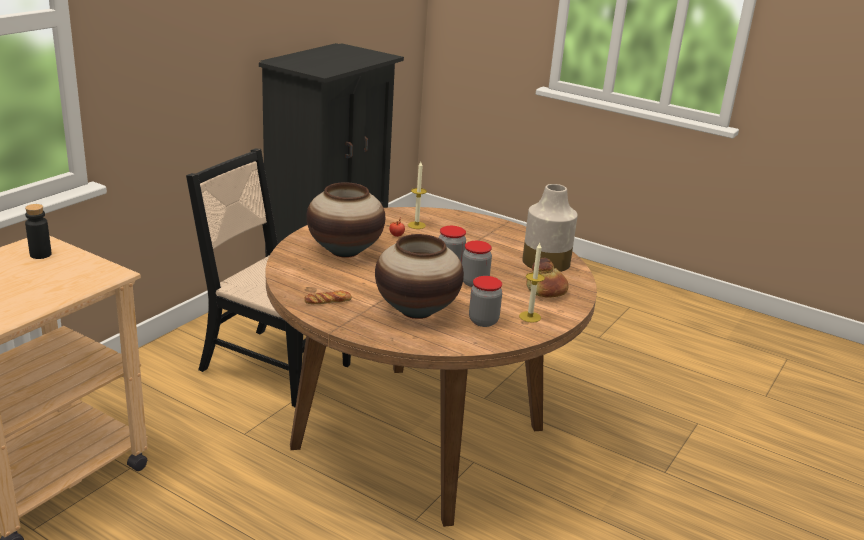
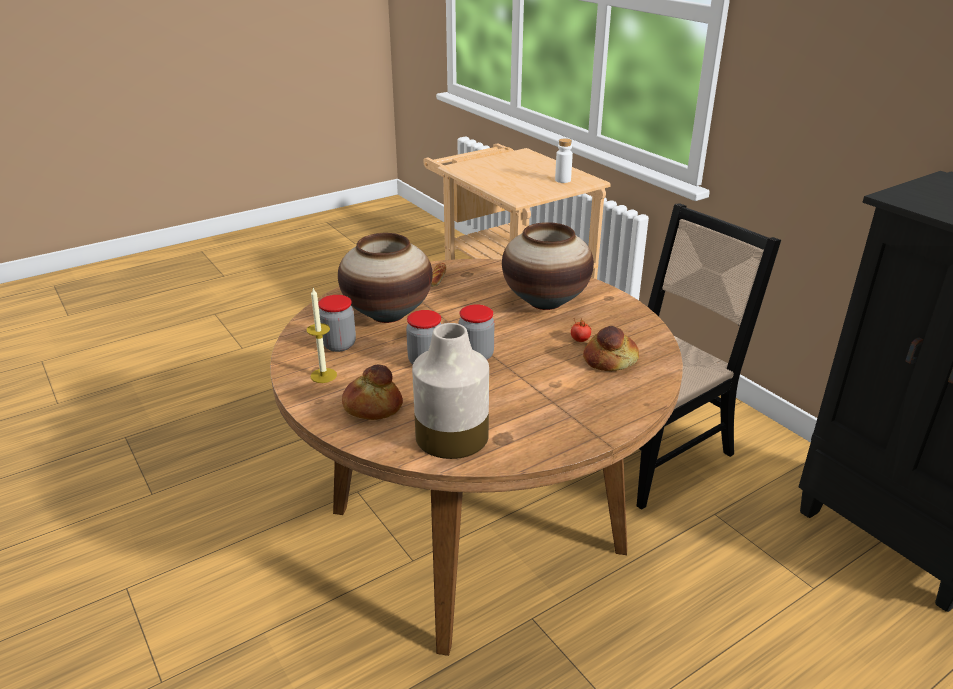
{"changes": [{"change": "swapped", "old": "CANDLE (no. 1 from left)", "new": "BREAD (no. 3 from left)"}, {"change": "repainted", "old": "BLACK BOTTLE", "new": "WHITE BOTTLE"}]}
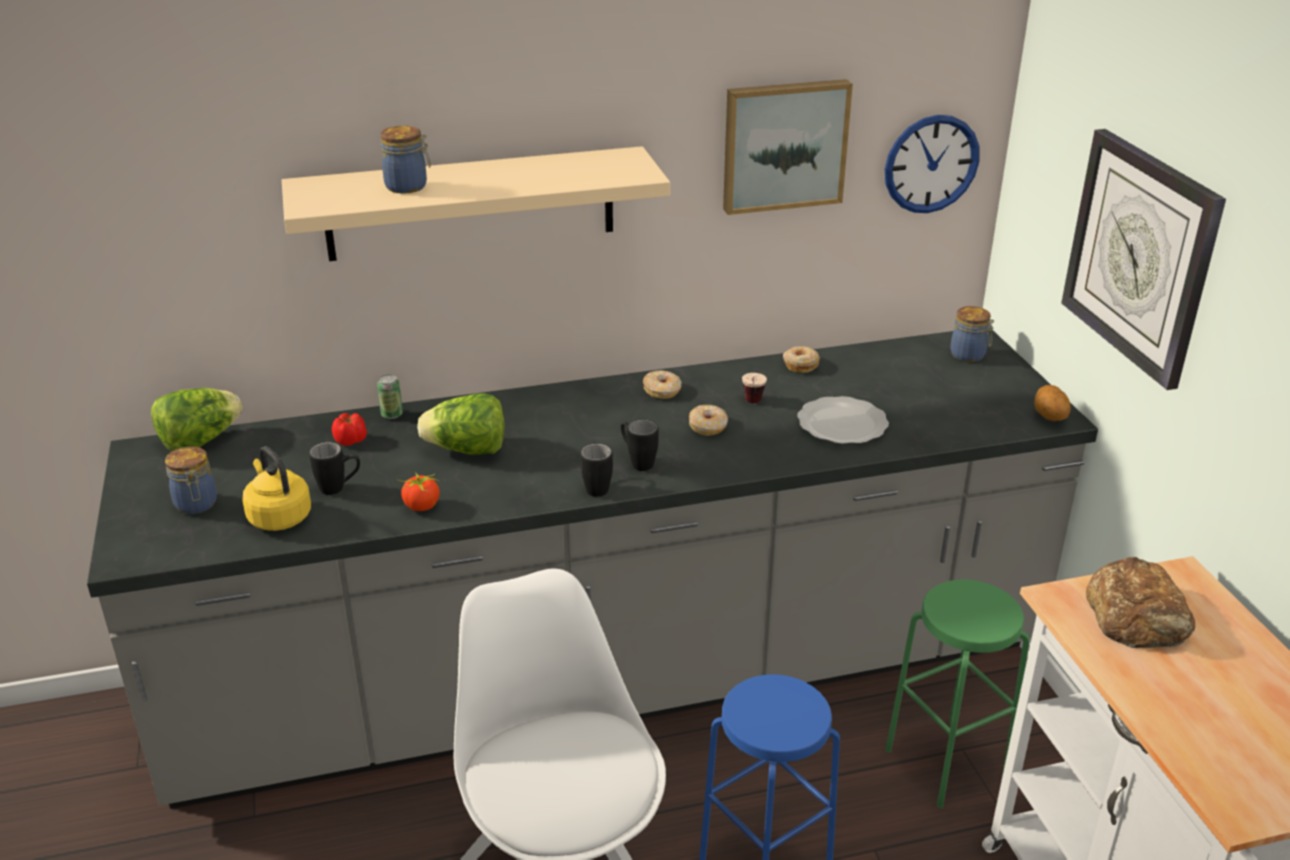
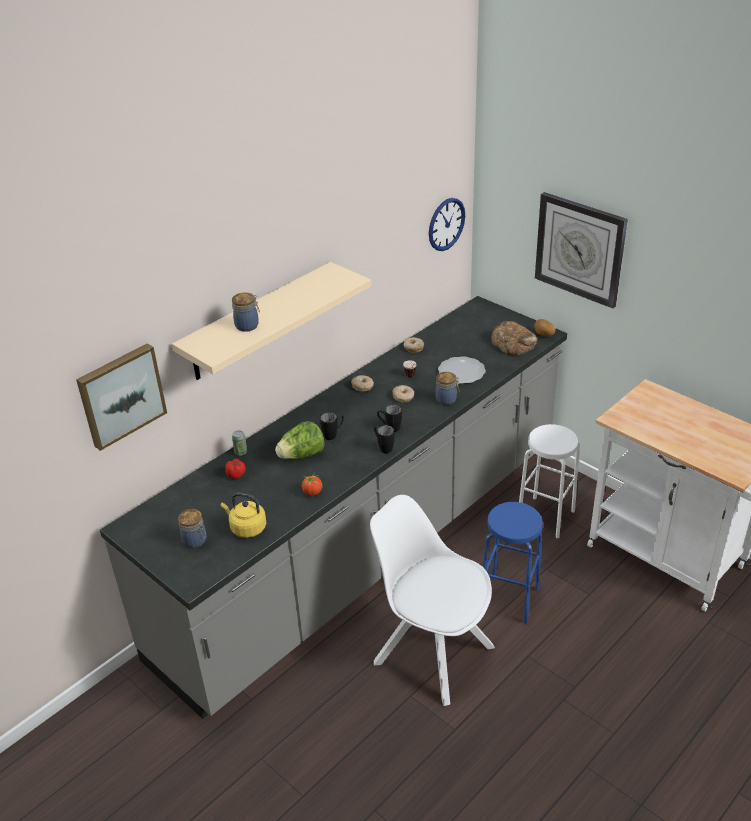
{"changes": [{"change": "gone", "old": "LETTUCE (no. 1 from left)"}, {"change": "shifted", "old": "BLACK MUG (no. 1 from left)"}, {"change": "shifted", "old": "PICTURE"}, {"change": "shifted", "old": "JAR (no. 3 from left)"}, {"change": "shifted", "old": "BREAD"}, {"change": "repainted", "old": "GREEN STOOL", "new": "WHITE STOOL"}]}
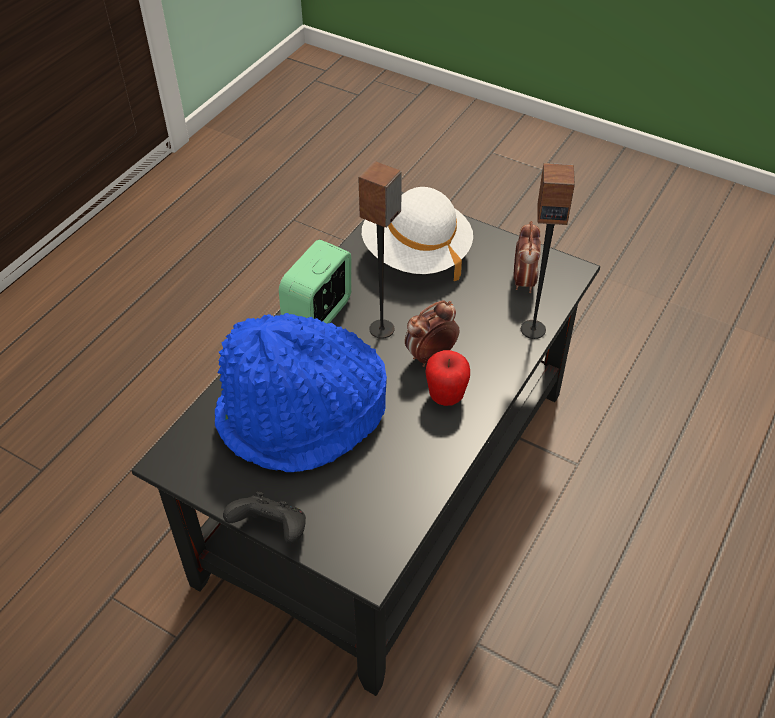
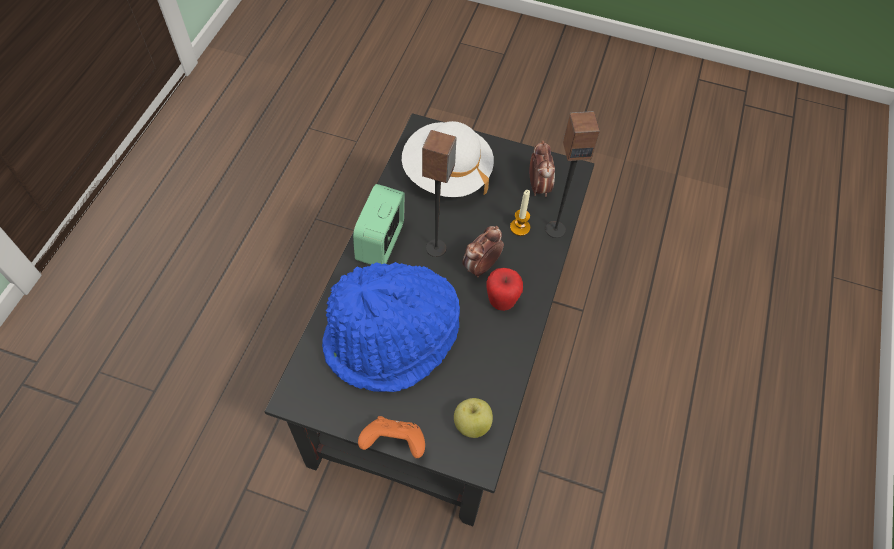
{"changes": [{"change": "new", "new": "APPLE (no. 1 from left)"}, {"change": "new", "new": "CANDLE"}, {"change": "repainted", "old": "BLACK GAME CONTROLLER", "new": "ORANGE GAME CONTROLLER"}]}
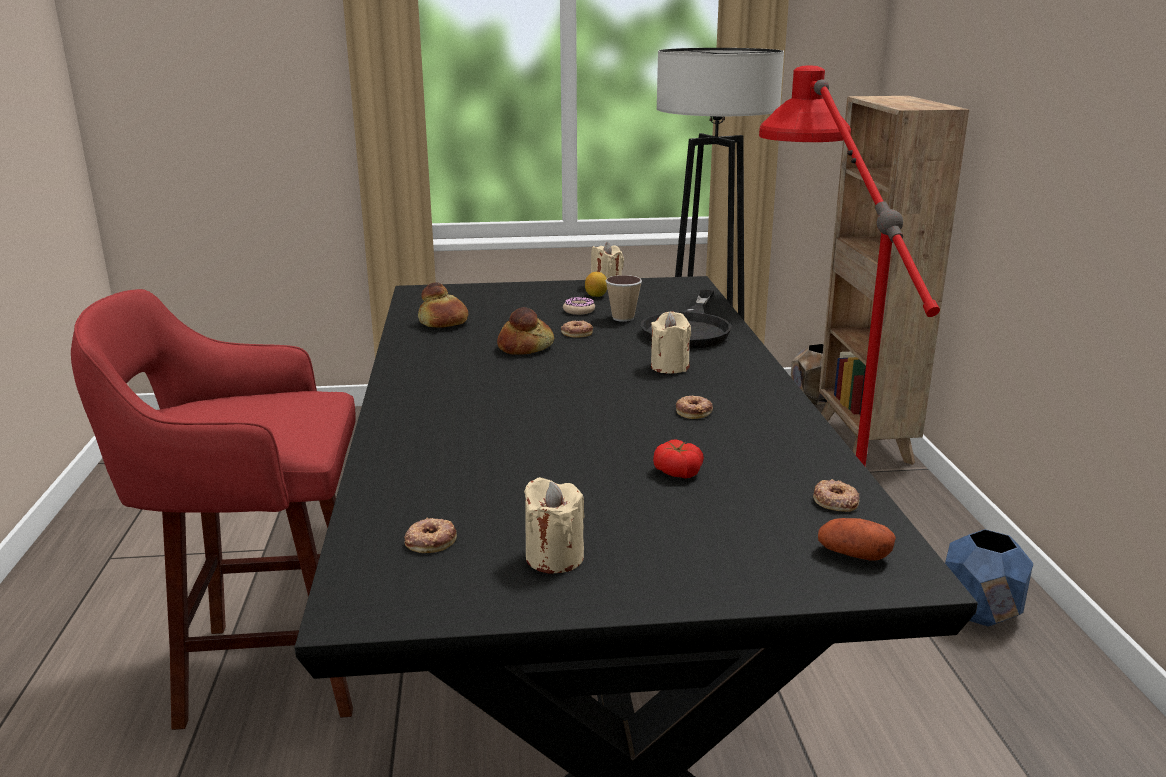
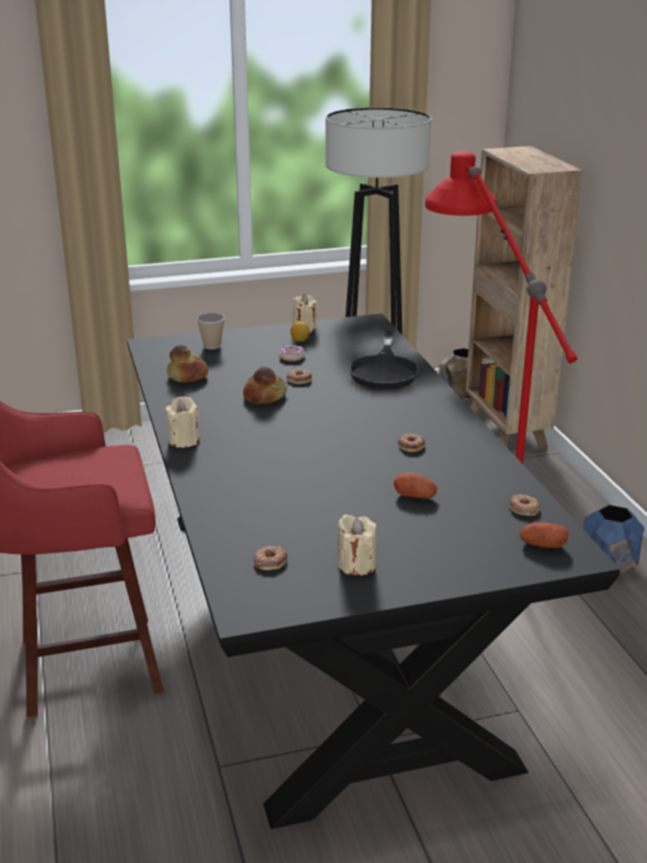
{"changes": [{"change": "shifted", "old": "CUP"}, {"change": "shifted", "old": "BEIGE CANDLE (no. 3 from left in the first image)", "new": "BEIGE CANDLE (no. 1 from left)"}, {"change": "swapped", "old": "TOMATO", "new": "POTATO (no. 1 from left)"}]}
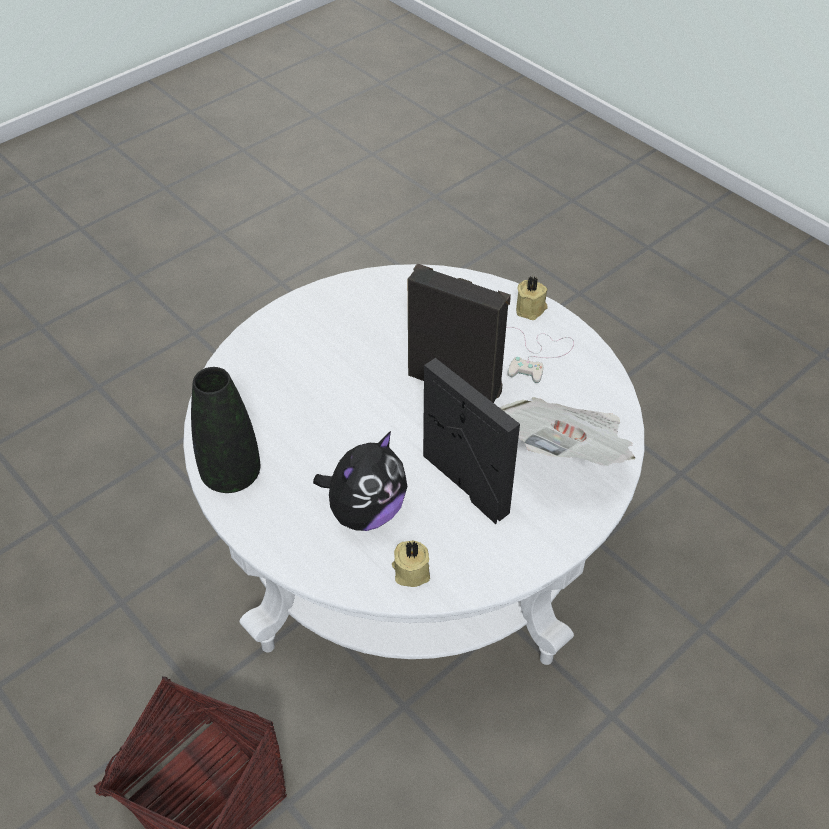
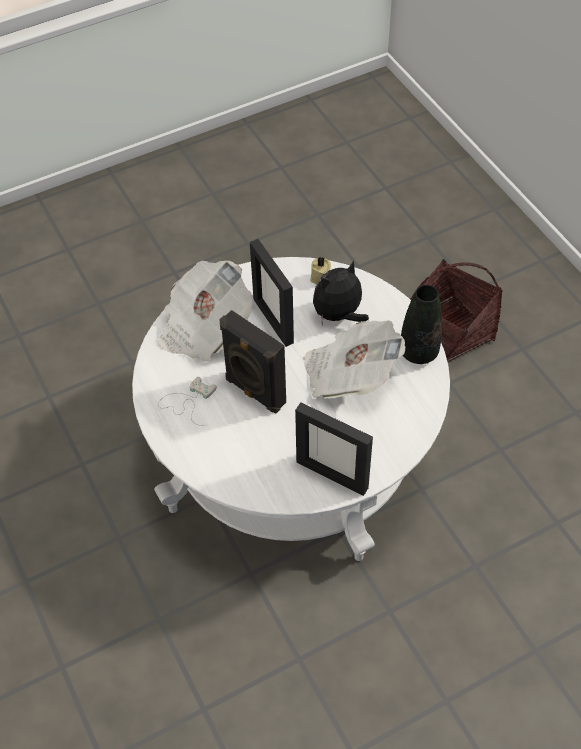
{"changes": [{"change": "gone", "old": "BEIGE CANDLE (no. 2 from left)"}, {"change": "new", "new": "PICTURE FRAME (no. 2 from left)"}, {"change": "new", "new": "NEWSPAPER (no. 2 from left)"}]}
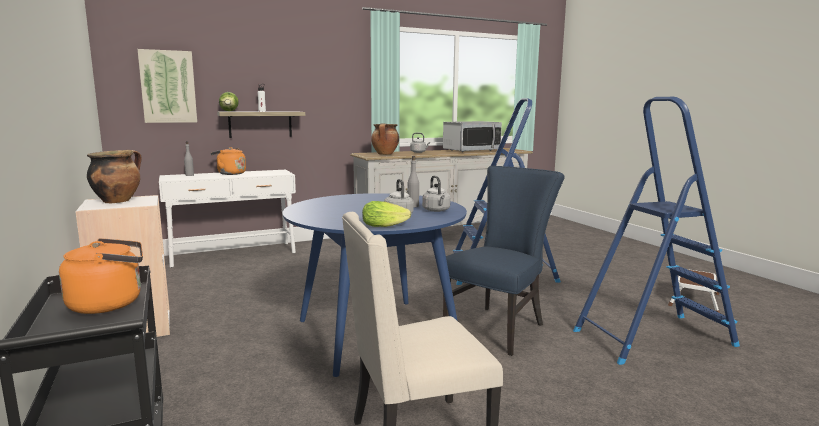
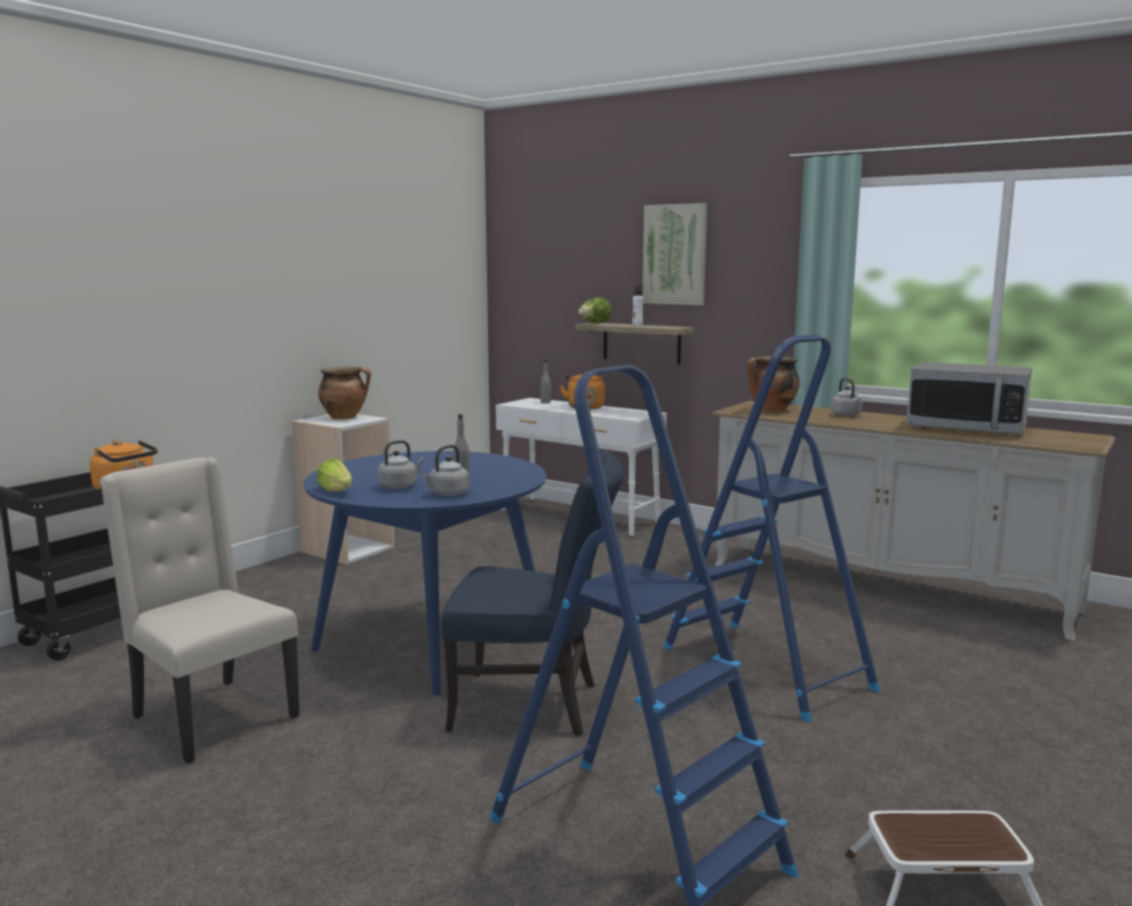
{"changes": [{"change": "shifted", "old": "PICTURE"}]}
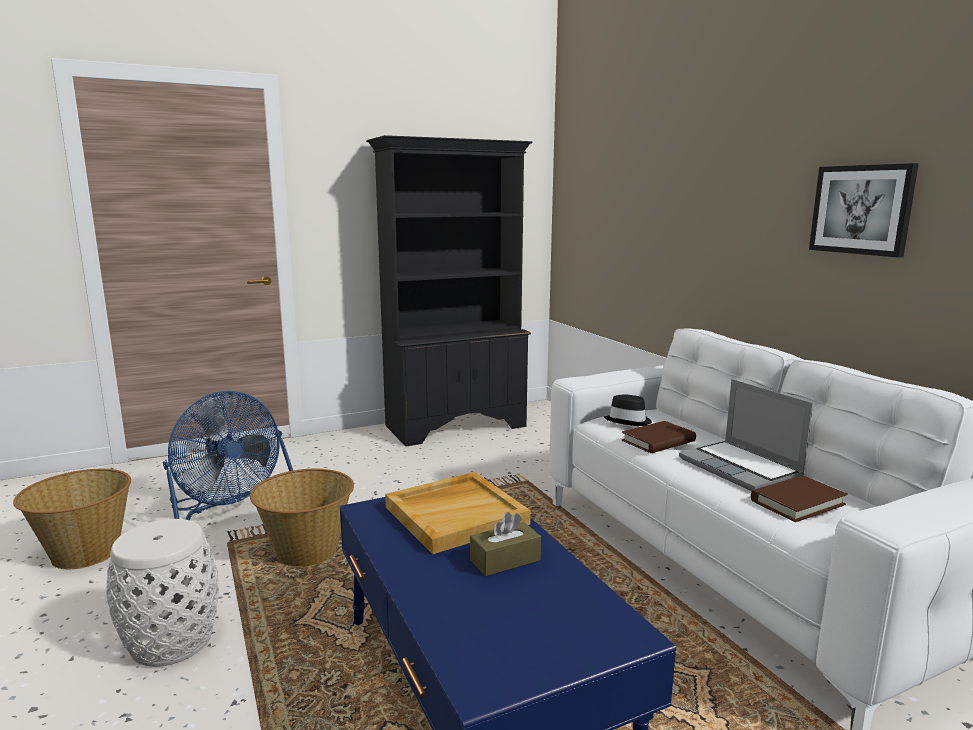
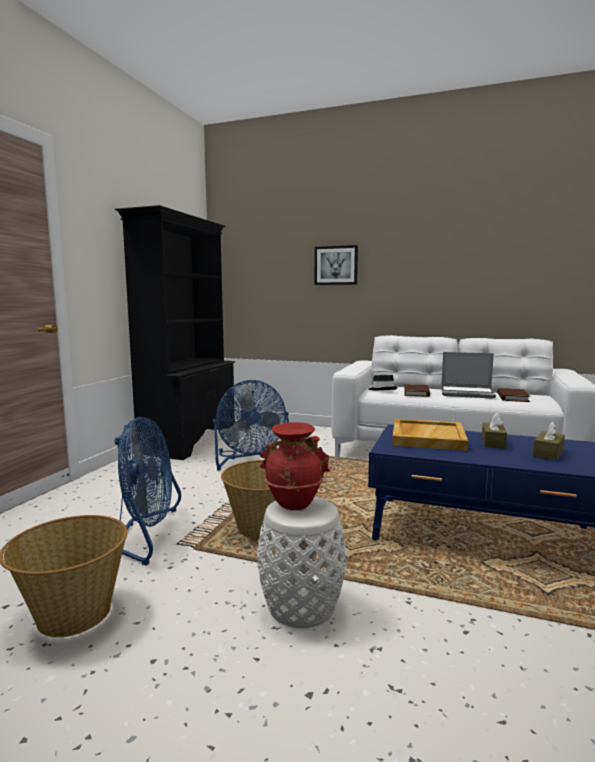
{"changes": [{"change": "new", "new": "BLUE FAN (no. 2 from left)"}, {"change": "new", "new": "RED VASE"}, {"change": "new", "new": "BROWN TISSUE BOX (no. 2 from left)"}, {"change": "shifted", "old": "PICTURE"}]}
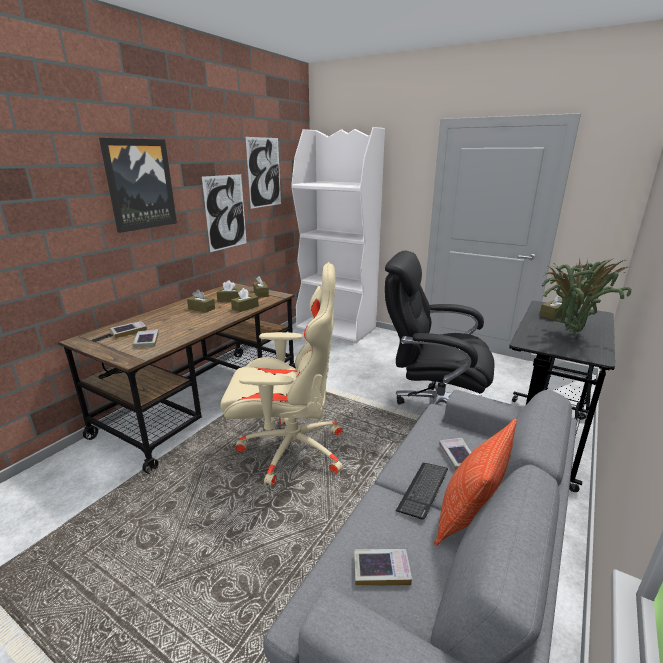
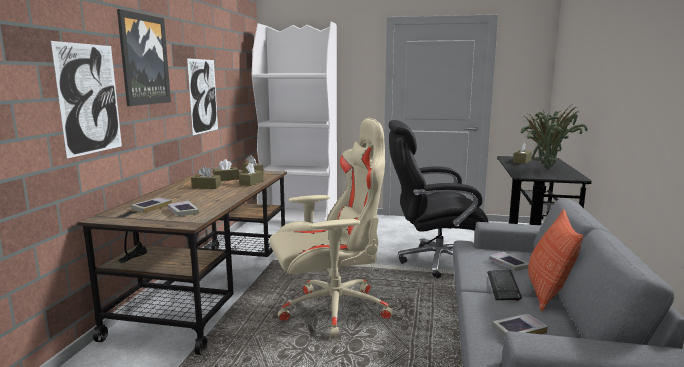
{"changes": [{"change": "shifted", "old": "PICTURE (no. 3 from left in the first image)", "new": "PICTURE (no. 1 from left)"}]}
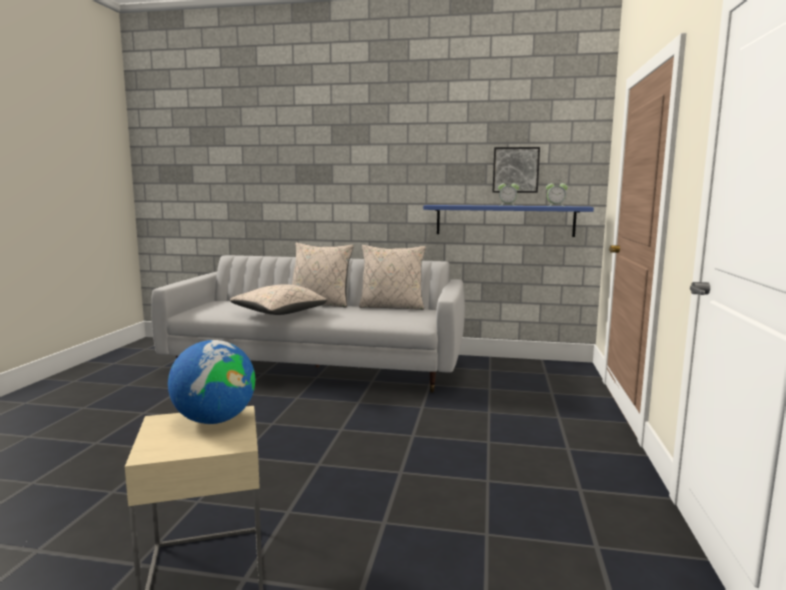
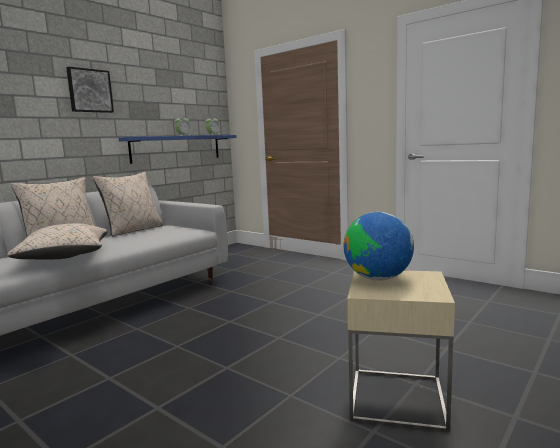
{"changes": [{"change": "shifted", "old": "PICTURE"}]}
